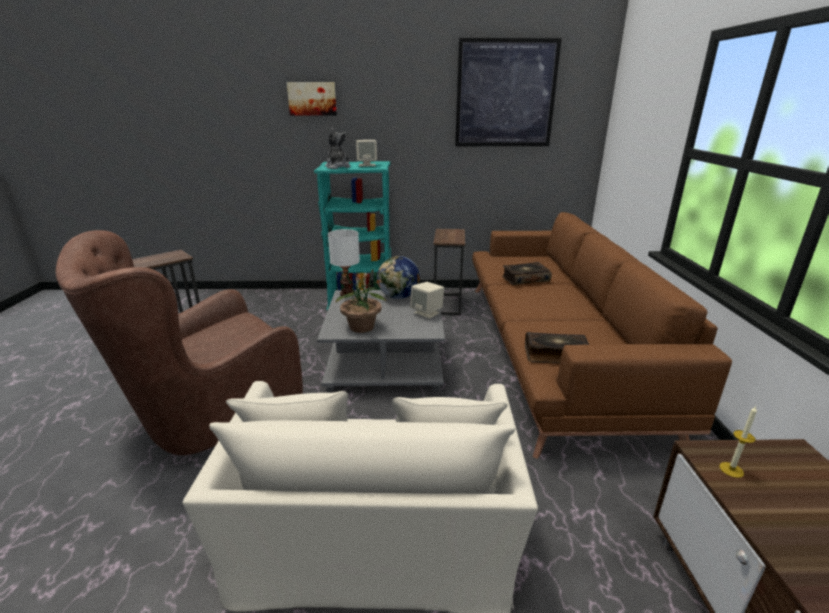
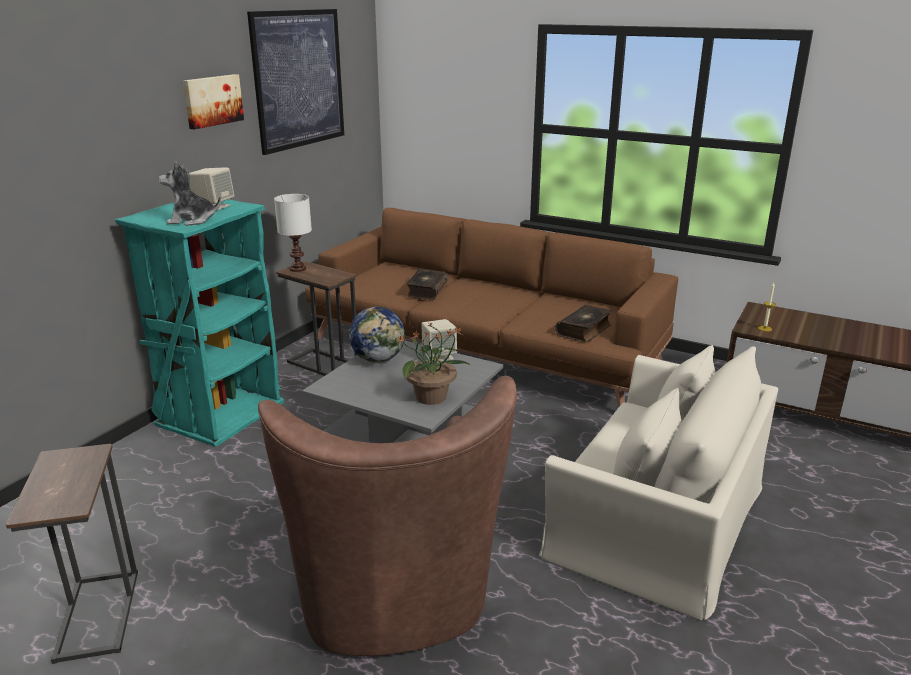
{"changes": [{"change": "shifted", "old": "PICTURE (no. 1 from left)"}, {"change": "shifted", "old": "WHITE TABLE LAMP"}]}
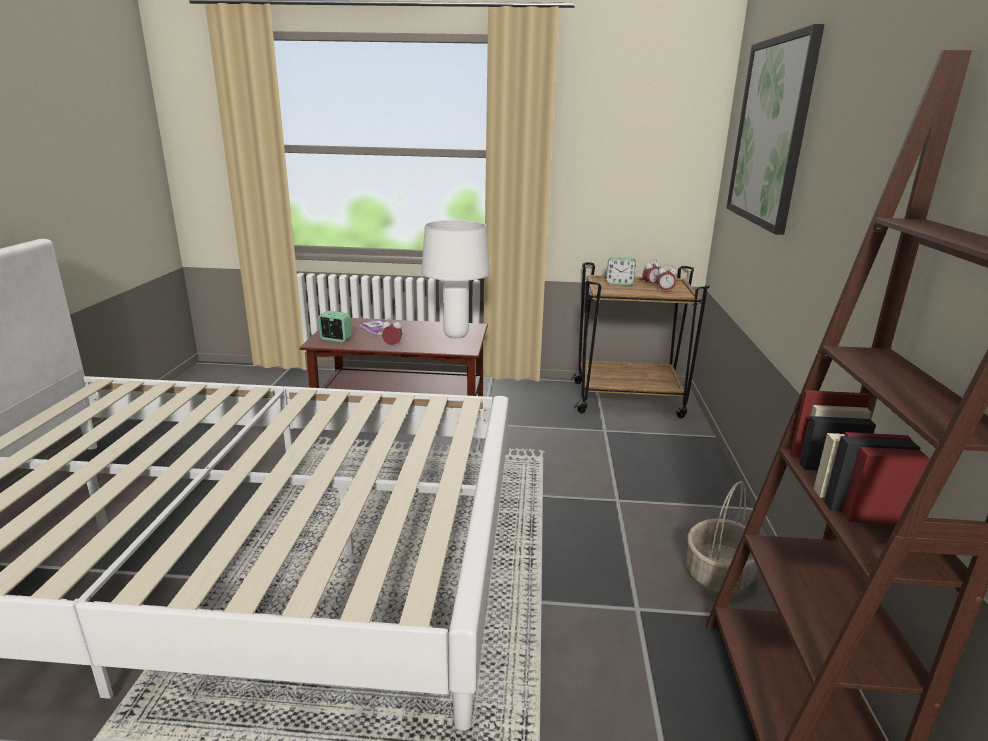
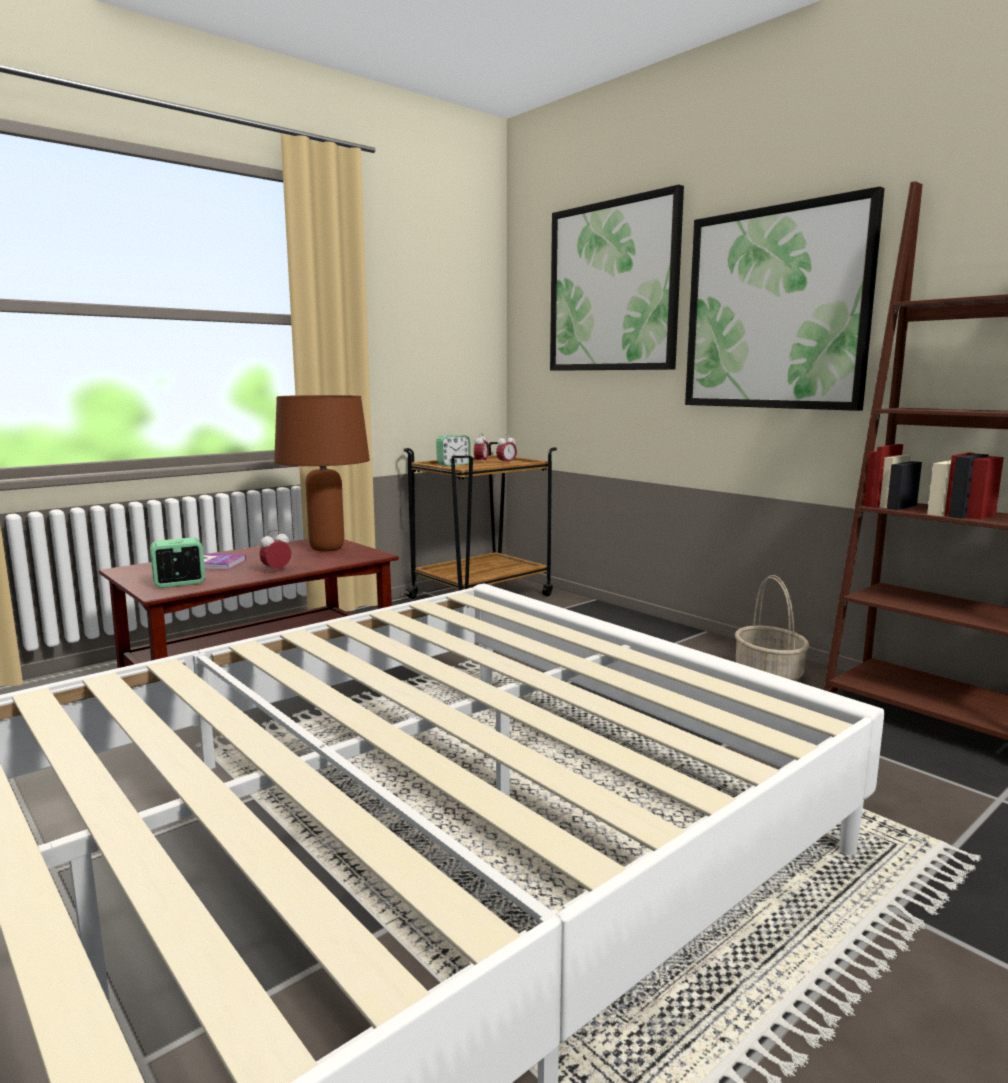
{"changes": [{"change": "new", "new": "PICTURE (no. 2 from left)"}, {"change": "repainted", "old": "WHITE TABLE LAMP", "new": "BROWN TABLE LAMP"}]}
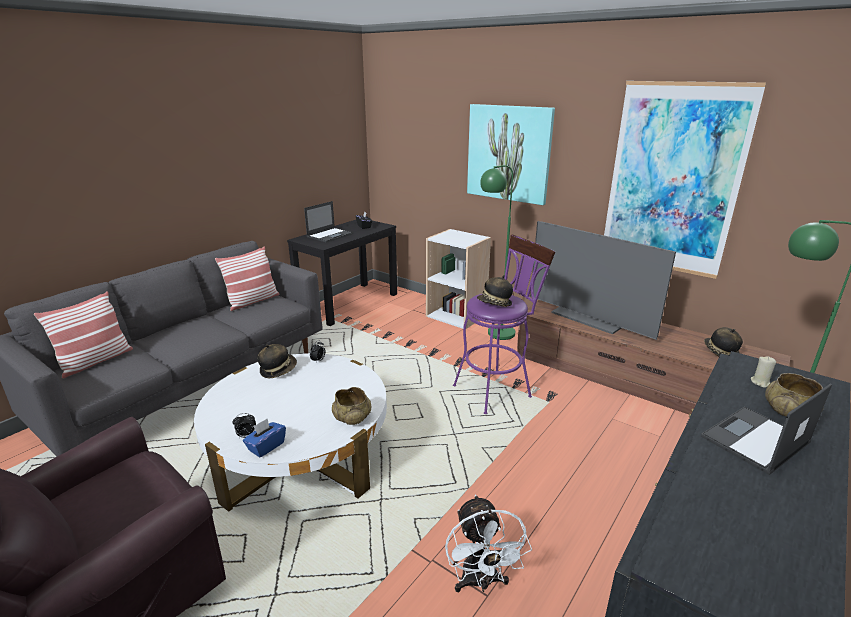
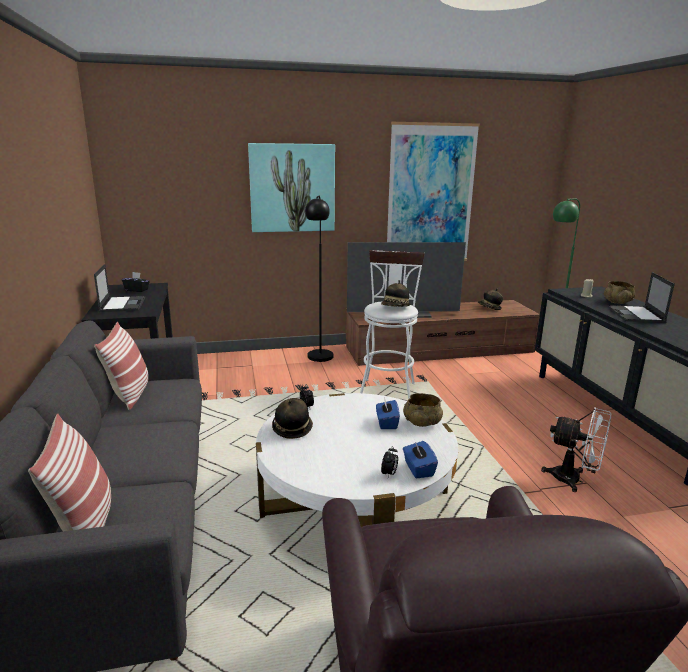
{"changes": [{"change": "gone", "old": "WHITE BOOKCASE"}, {"change": "new", "new": "BLUE TISSUE BOX (no. 1 from left)"}, {"change": "repainted", "old": "PURPLE STOOL", "new": "WHITE STOOL"}, {"change": "repainted", "old": "GREEN FLOOR LAMP (no. 1 from left)", "new": "BLACK FLOOR LAMP"}]}
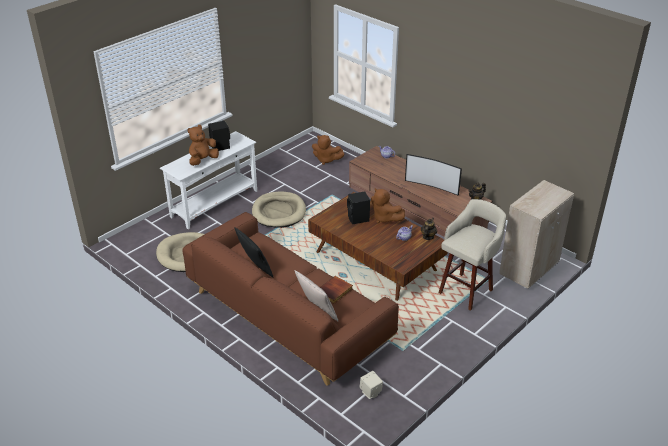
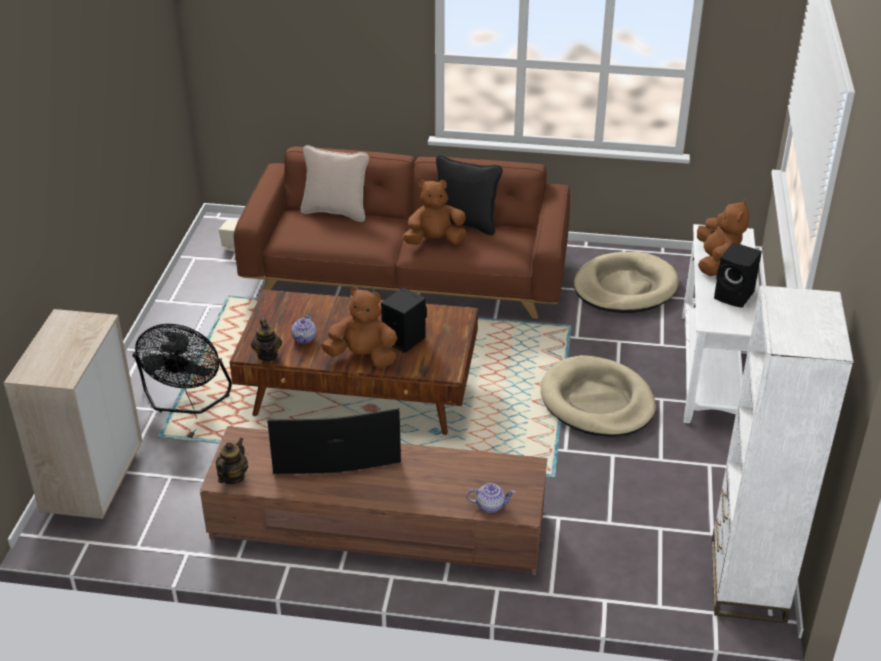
{"changes": [{"change": "gone", "old": "BOOK"}, {"change": "new", "new": "WHITE BOOKCASE"}, {"change": "shifted", "old": "BROWN PLUSH TOY (no. 2 from left)"}, {"change": "swapped", "old": "BEIGE STOOL", "new": "BLACK FAN"}]}
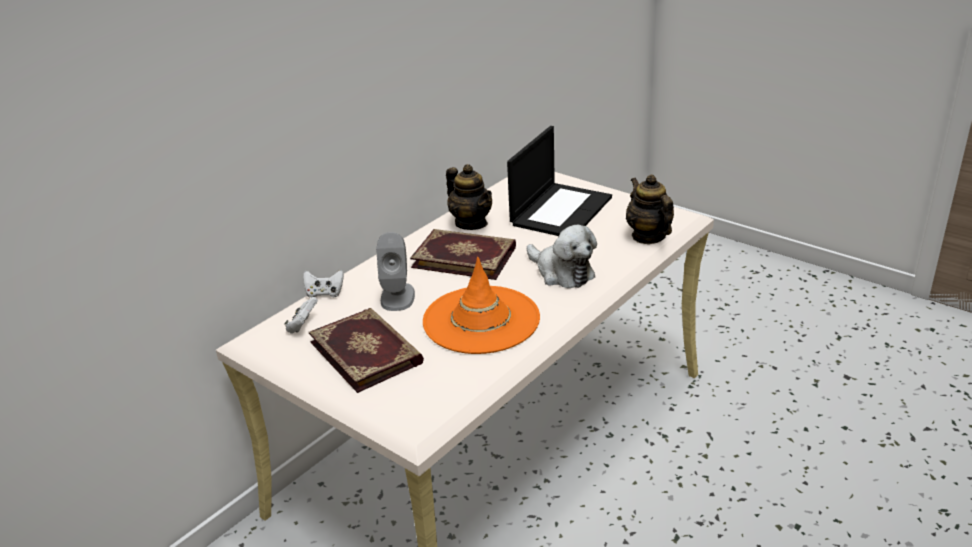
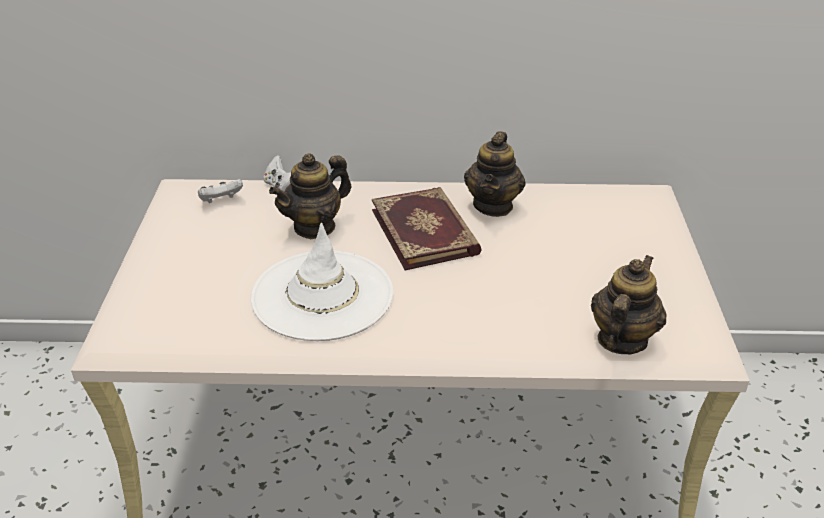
{"changes": [{"change": "gone", "old": "BOOK (no. 1 from left)"}, {"change": "gone", "old": "LAPTOP"}, {"change": "gone", "old": "PLUSH TOY"}, {"change": "swapped", "old": "GREY SPEAKER", "new": "TEAPOT (no. 1 from left)"}, {"change": "repainted", "old": "ORANGE HAT", "new": "WHITE HAT"}]}
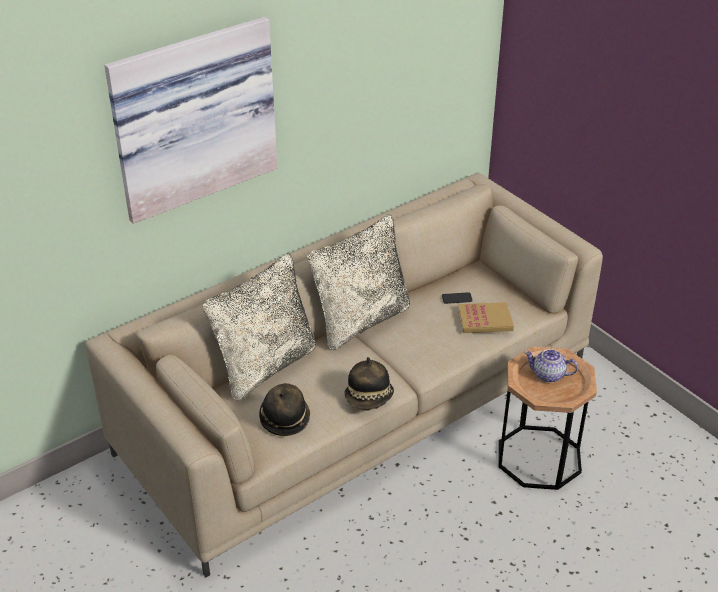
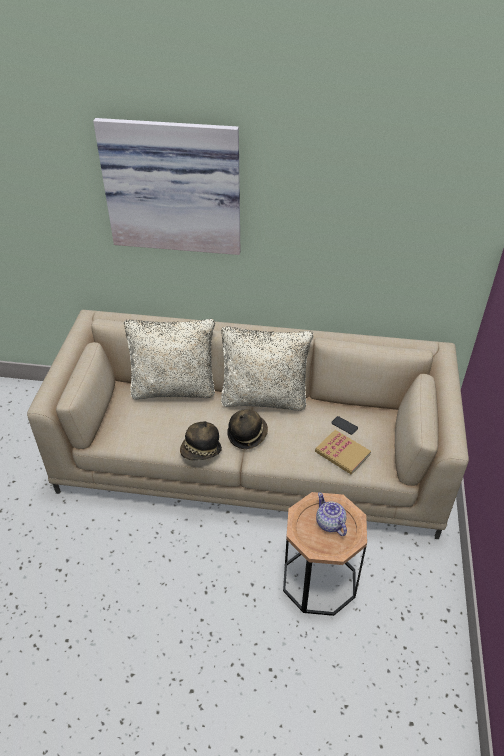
{"changes": [{"change": "shifted", "old": "HAT (no. 1 from left in the first image)", "new": "HAT (no. 2 from left)"}]}
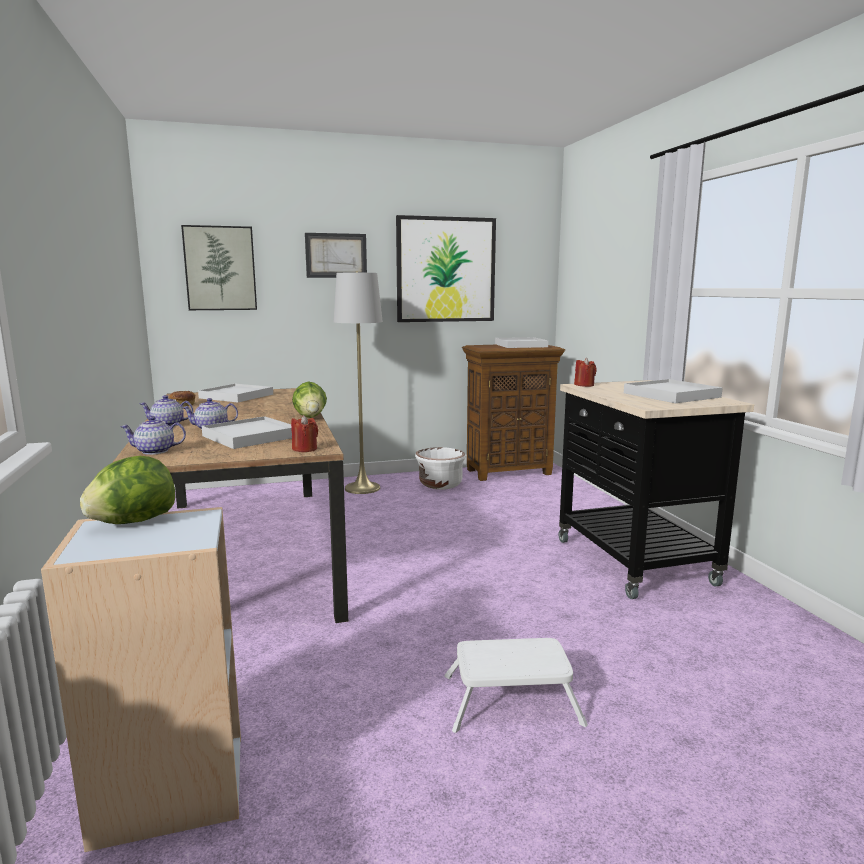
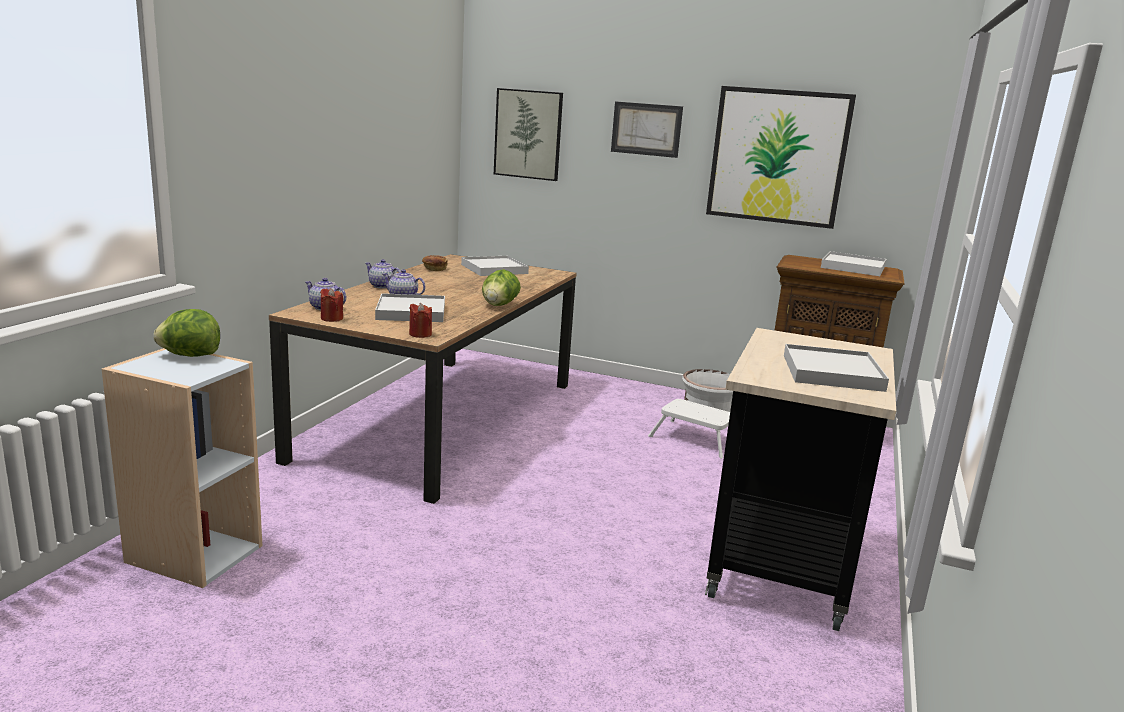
{"changes": [{"change": "gone", "old": "GREY FLOOR LAMP"}, {"change": "shifted", "old": "WHITE STEP LADDER"}, {"change": "shifted", "old": "RED CANDLE (no. 2 from left in the first image)", "new": "RED CANDLE (no. 1 from left)"}]}
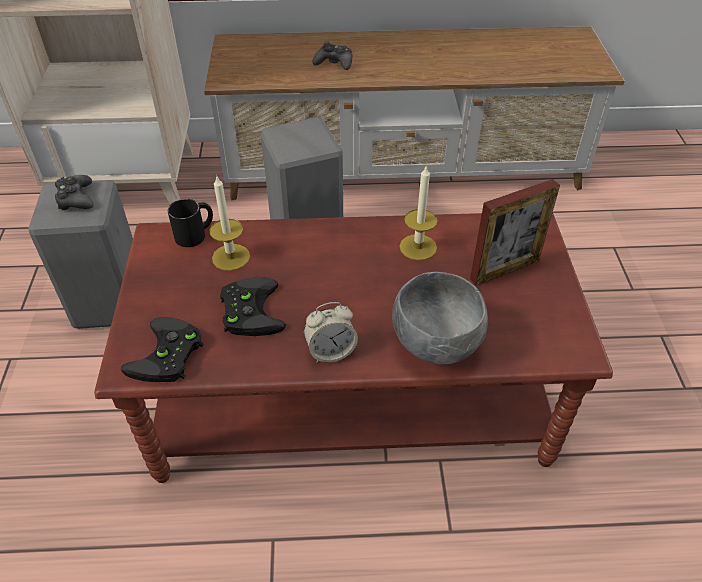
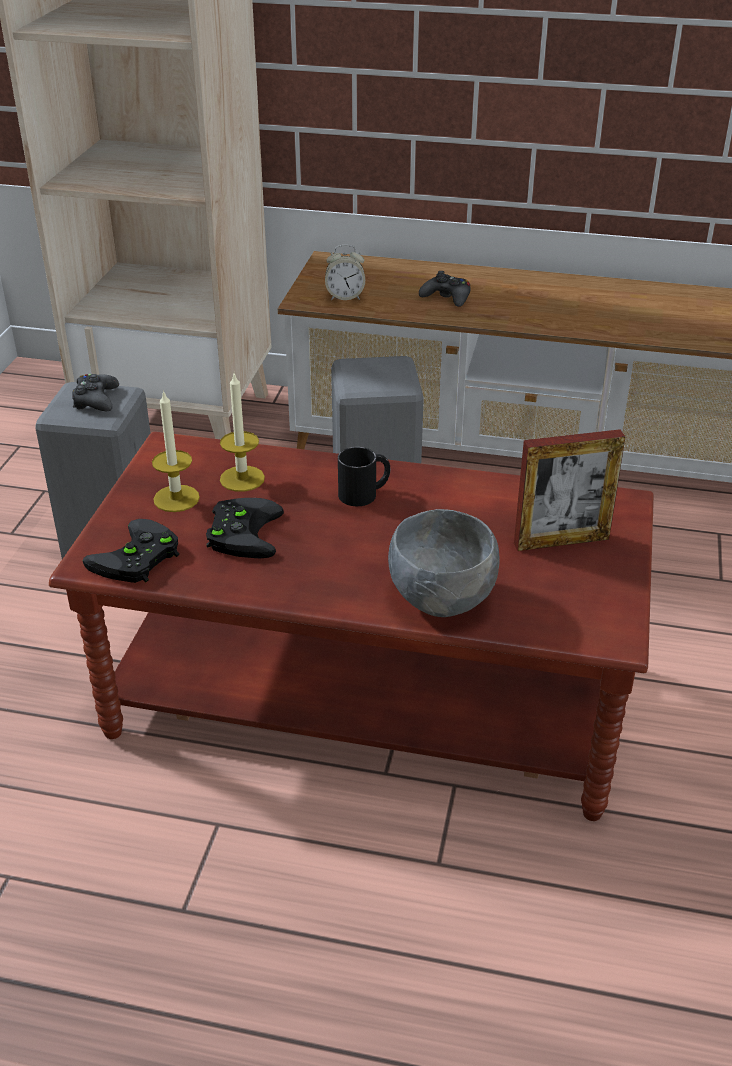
{"changes": [{"change": "shifted", "old": "BLACK MUG"}, {"change": "shifted", "old": "ALARM CLOCK"}, {"change": "shifted", "old": "CANDLE (no. 2 from left in the first image)", "new": "CANDLE (no. 1 from left)"}]}
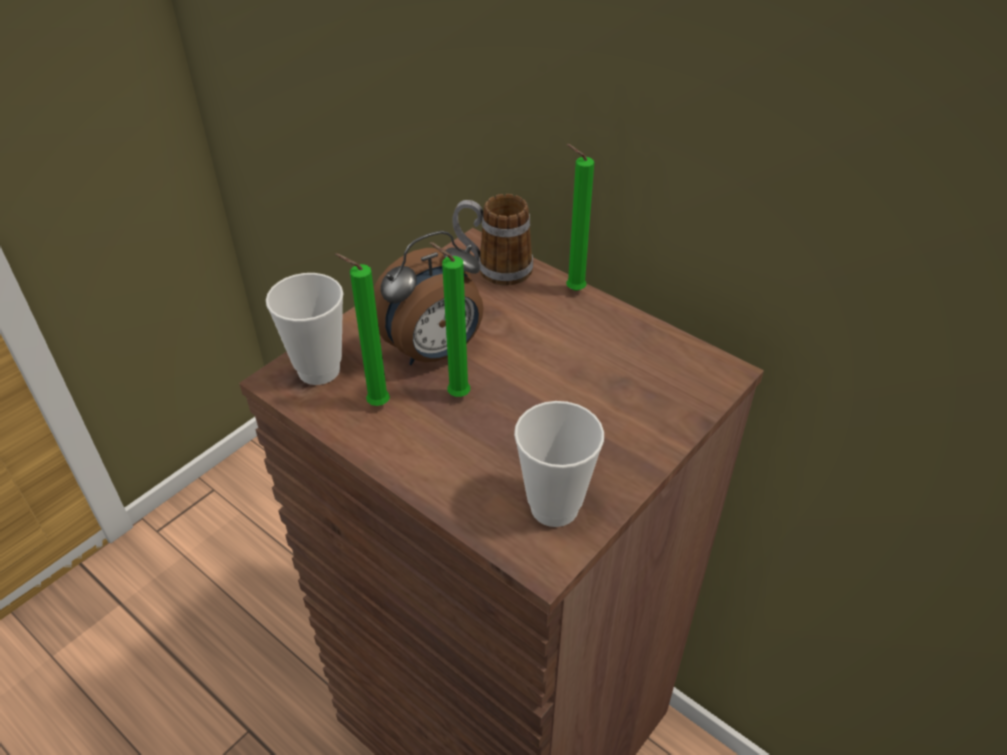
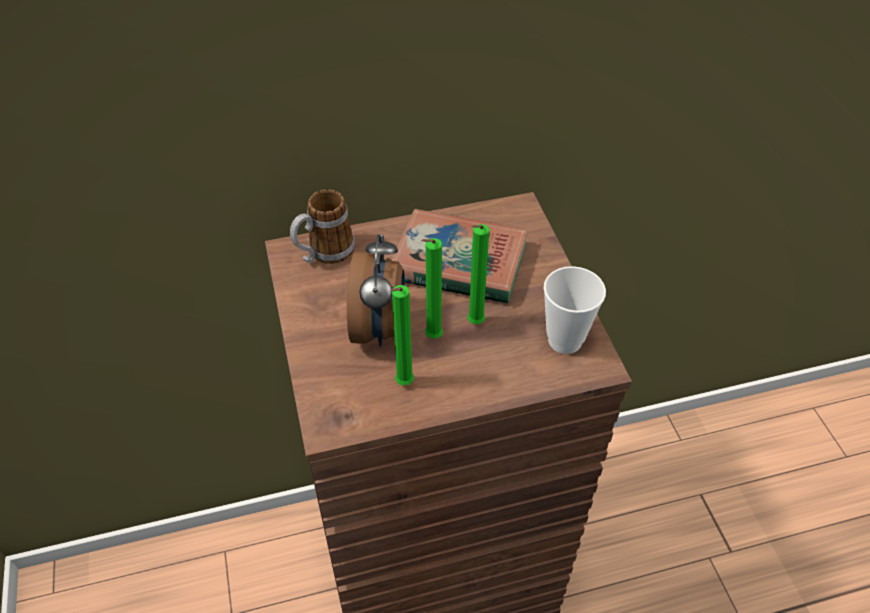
{"changes": [{"change": "gone", "old": "CUP (no. 1 from left)"}, {"change": "new", "new": "BOOK"}, {"change": "shifted", "old": "GREEN CANDLE (no. 3 from left)"}]}
